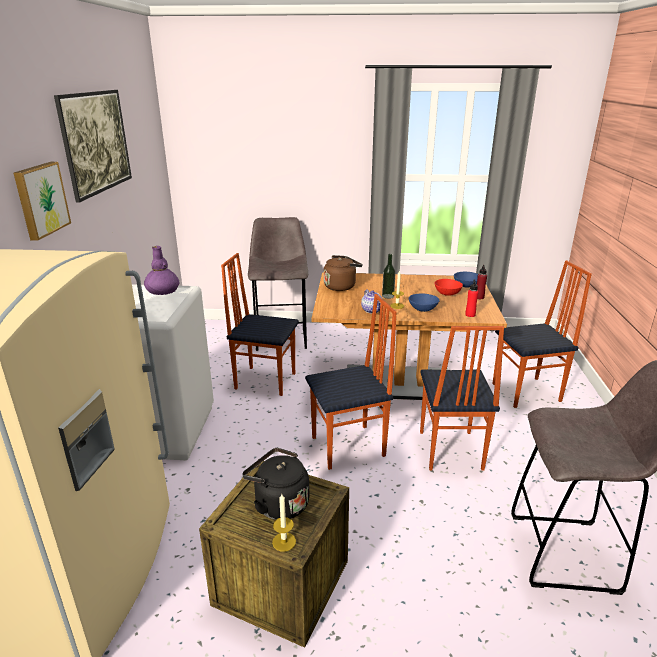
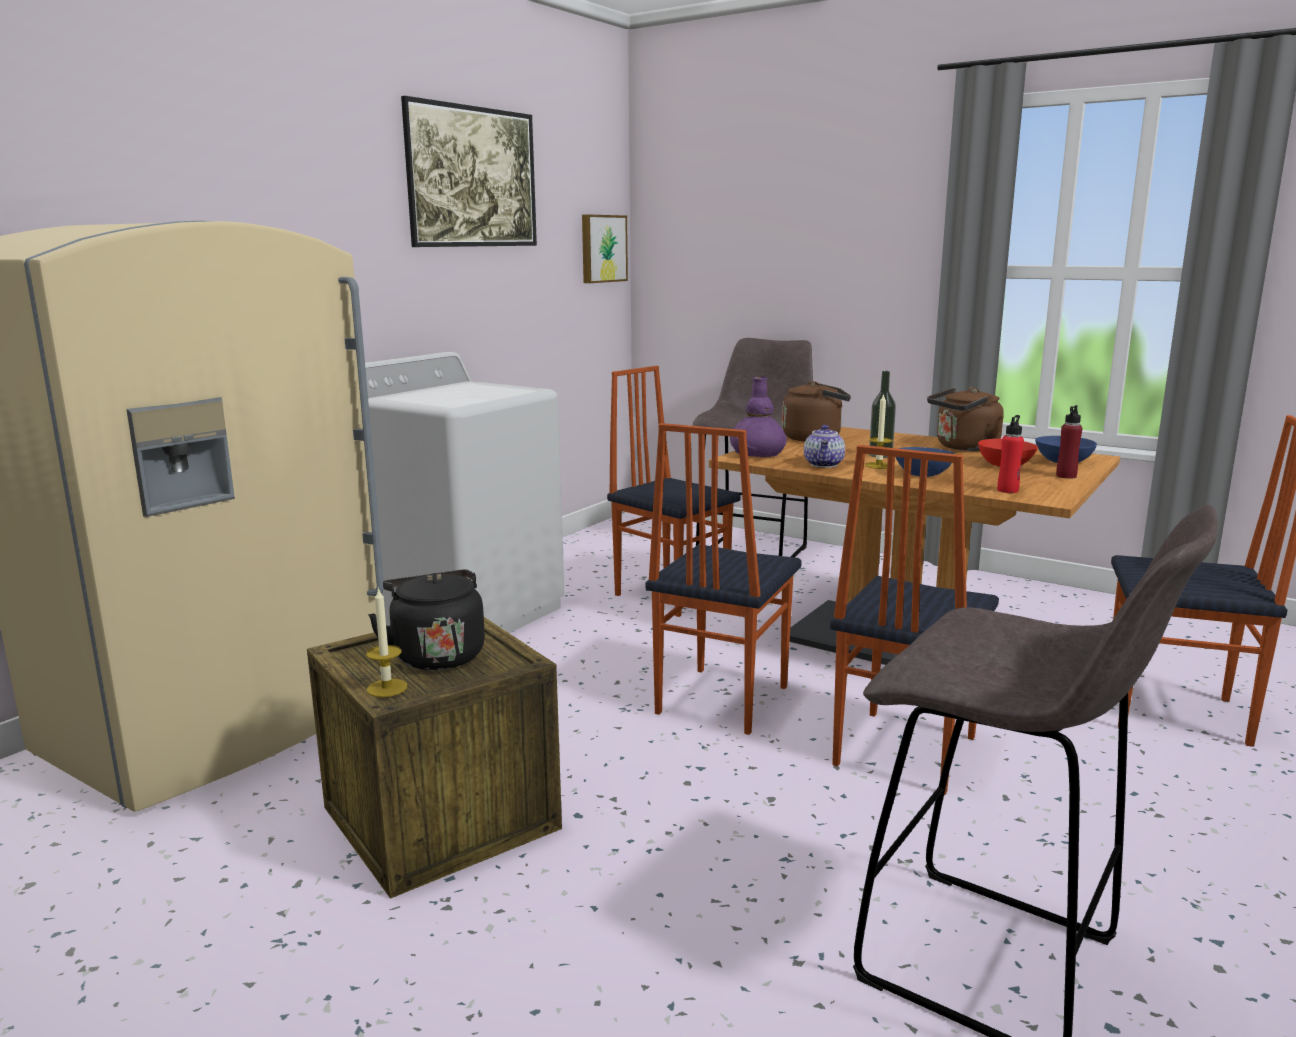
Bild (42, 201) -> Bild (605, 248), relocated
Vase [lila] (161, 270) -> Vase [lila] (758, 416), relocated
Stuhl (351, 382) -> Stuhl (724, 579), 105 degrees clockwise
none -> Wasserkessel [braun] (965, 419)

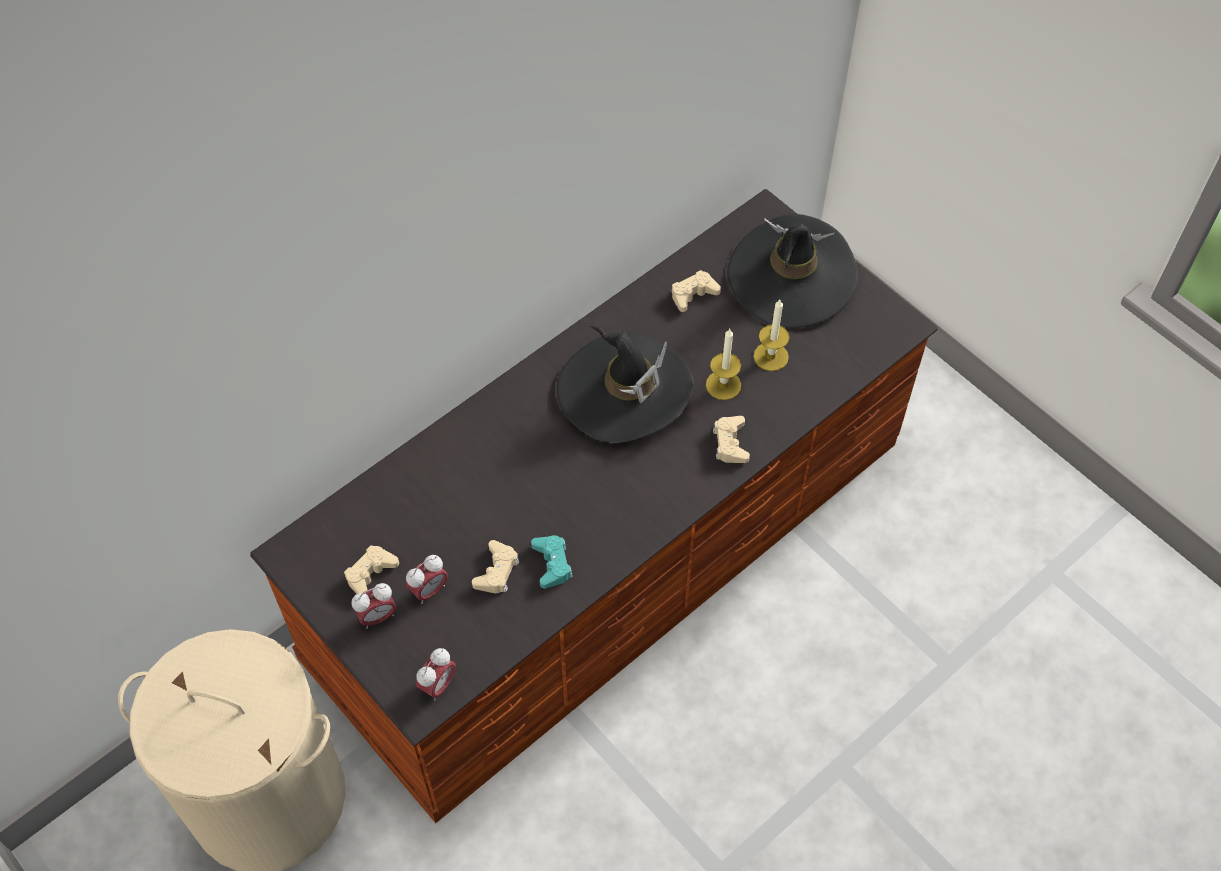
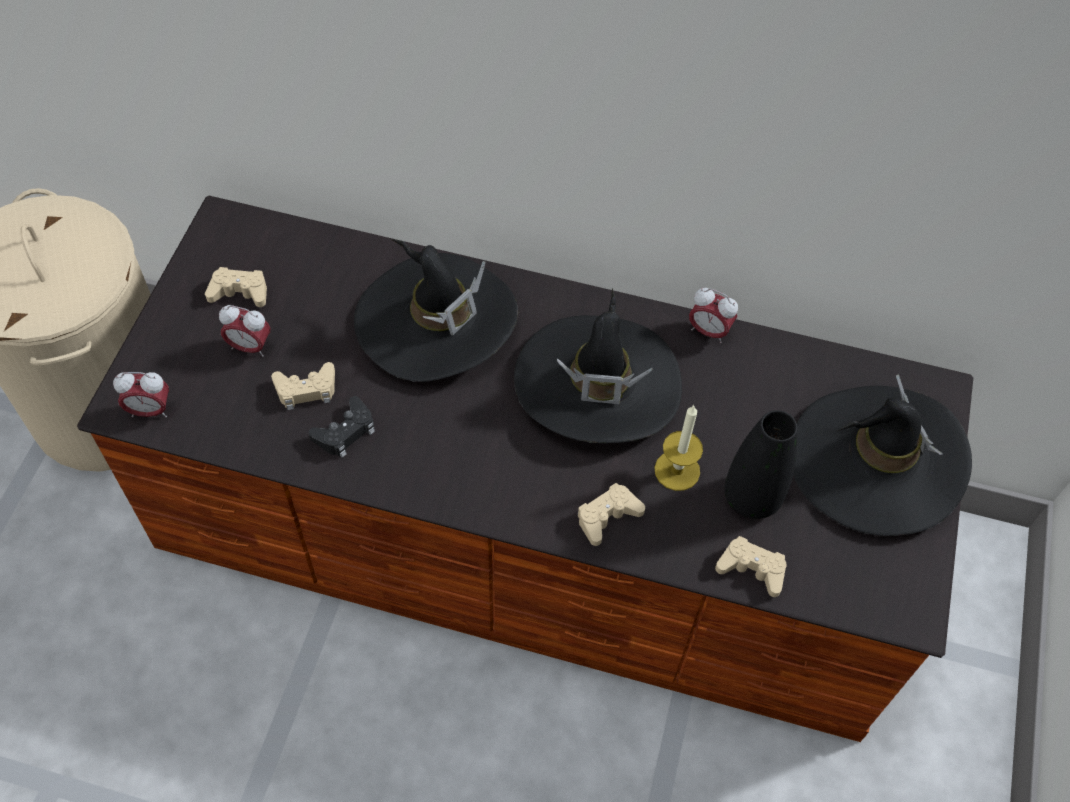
Gamepad [beige] (696, 291) -> Gamepad [beige] (750, 566), relocated
Kerze (771, 335) -> Vase [schwarz] (761, 464)
Gamepad [türkis] (552, 562) -> Gamepad [schwarz] (342, 427)
Wecker (373, 606) -> Wecker (713, 315), relocated
none -> Hut [schwarz] (436, 310)

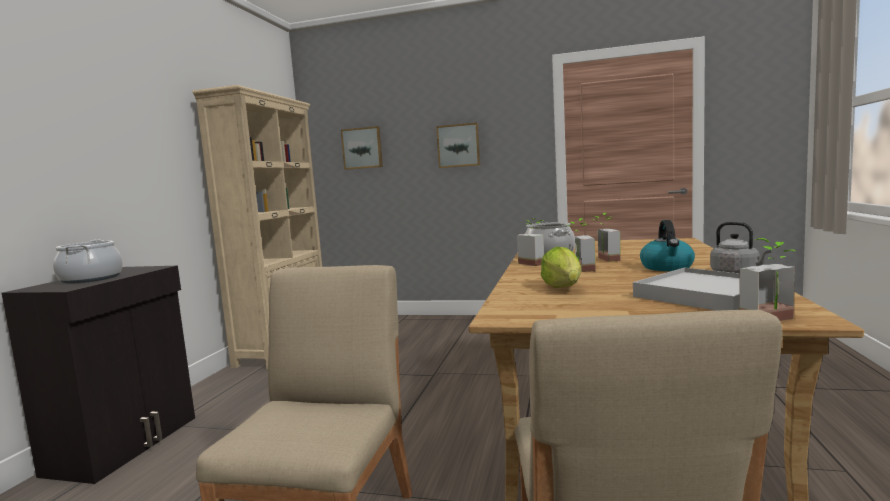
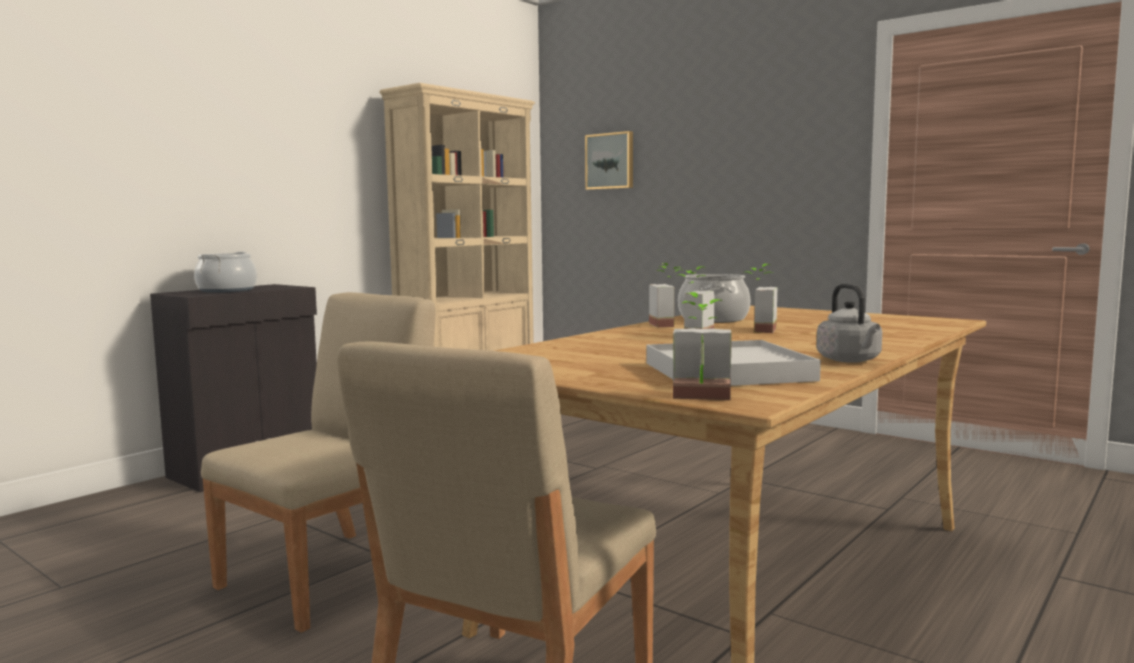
Bild (458, 145) -> none
Wasserkessel (667, 245) -> none
Salatkopf (561, 267) -> none

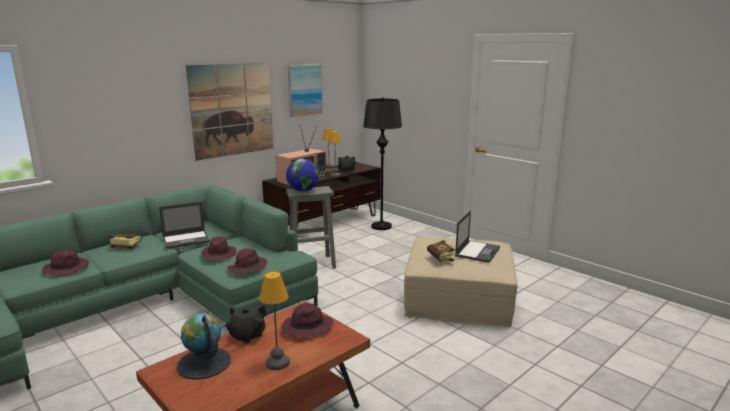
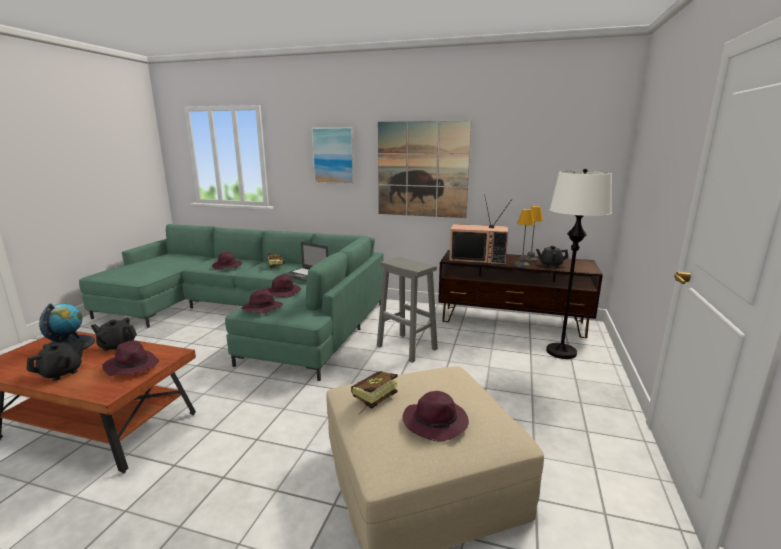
Bild (305, 90) -> Bild (333, 155), relocated
Stehlampe [schwarz] (382, 164) -> Stehlampe [weiß] (579, 264)
Globus (302, 175) -> none
Laptop (477, 236) -> Hut [lila] (435, 416)
Tischlampe (274, 321) -> Teekanne [schwarz] (55, 360)

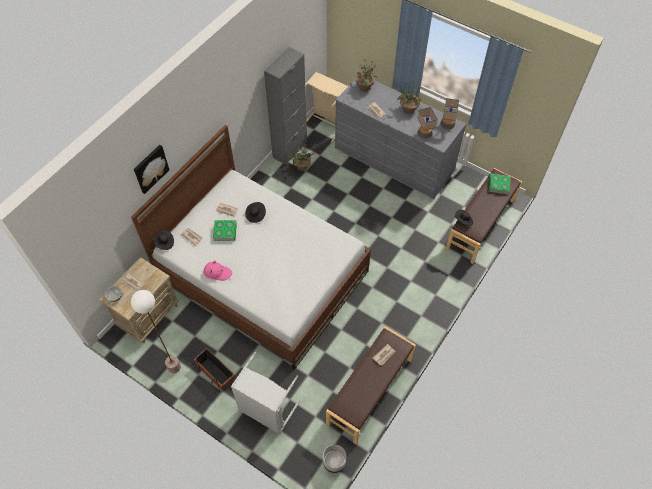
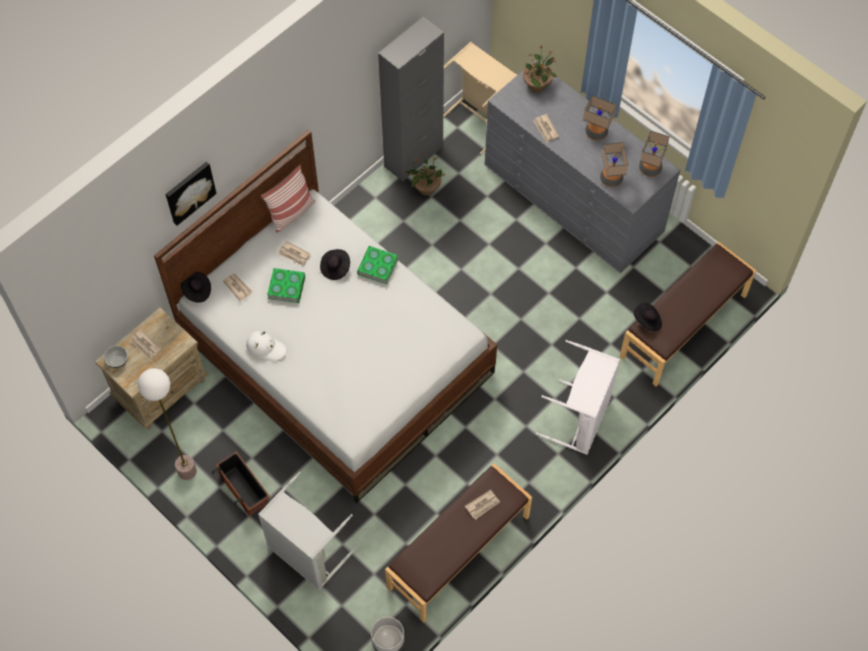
Topfpflanze (409, 97) -> Tischlampe (600, 118)
Buch (499, 184) -> Buch (377, 265), relocated
Hut [rosa] (218, 270) -> Hut [weiß] (266, 345)
none -> Kissen (288, 199)
none -> Wäschekorb [weiß] (578, 397)

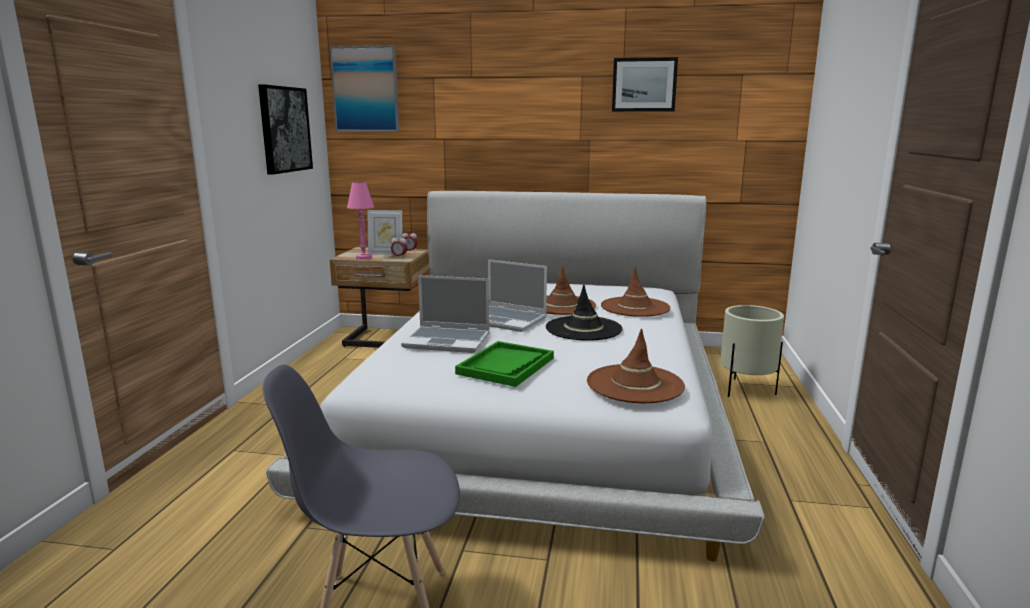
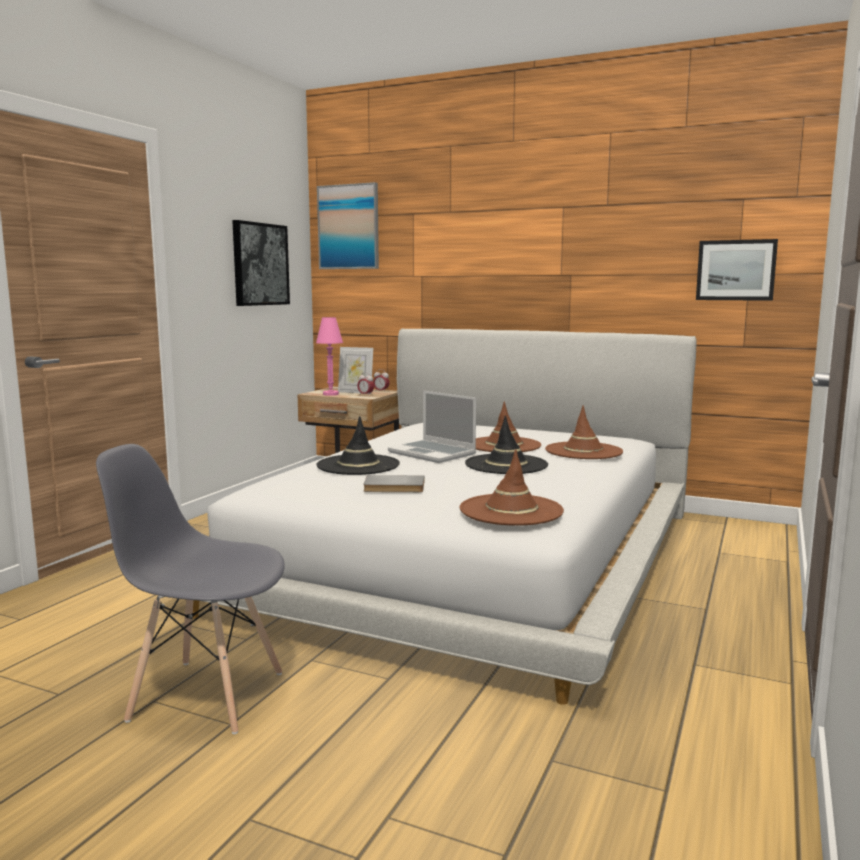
Bild (645, 84) -> Bild (737, 270), relocated
Laptop (445, 314) -> Hut [schwarz] (358, 445)
Pflanzkübel [beige] (752, 351) -> none
Tablett [grün] (504, 364) -> Buch [grau] (393, 483)

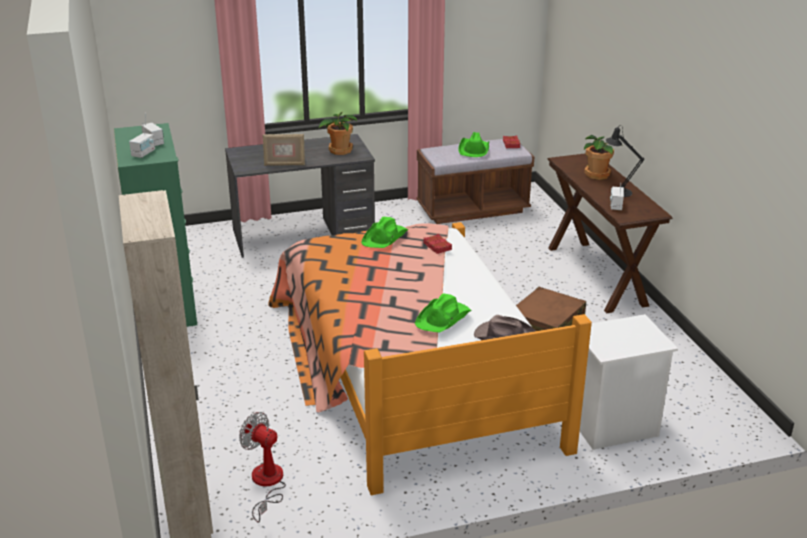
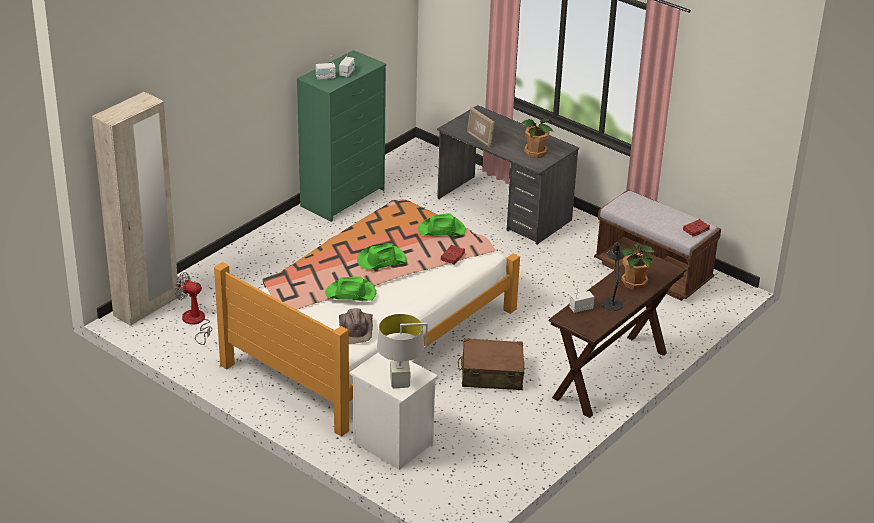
Hut [grün] (473, 144) -> Hut [grün] (382, 256), relocated
Ventilator (262, 467) -> Ventilator (193, 308), 75 degrees counterclockwise
none -> Tischlampe [grau] (402, 351)

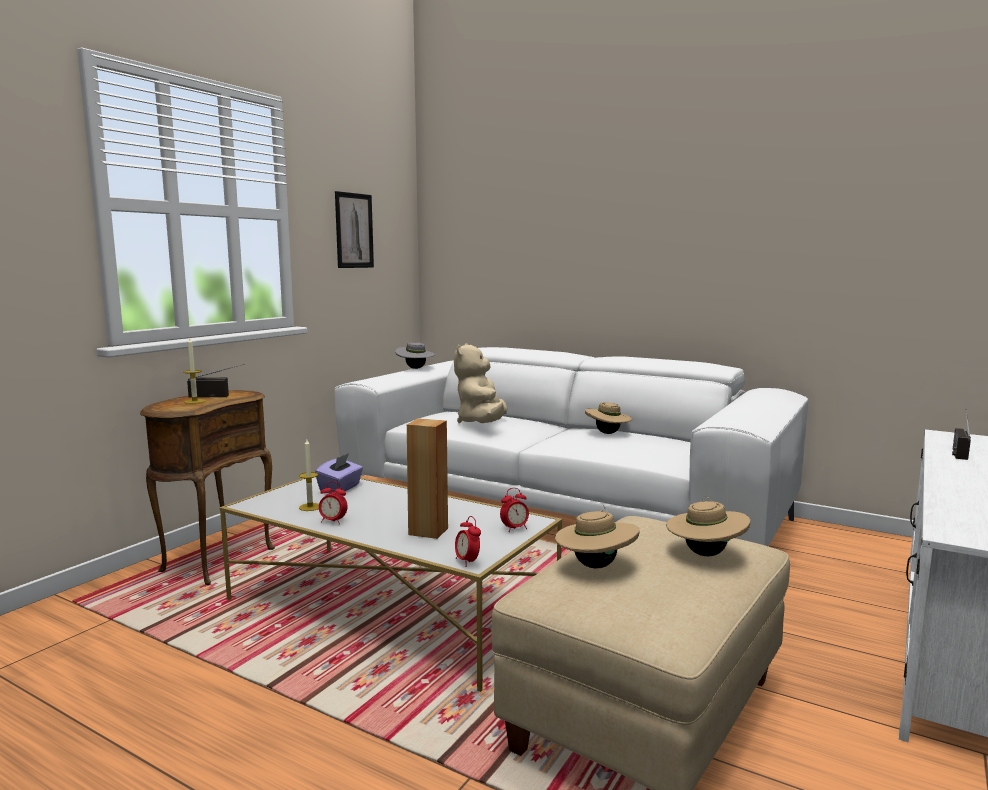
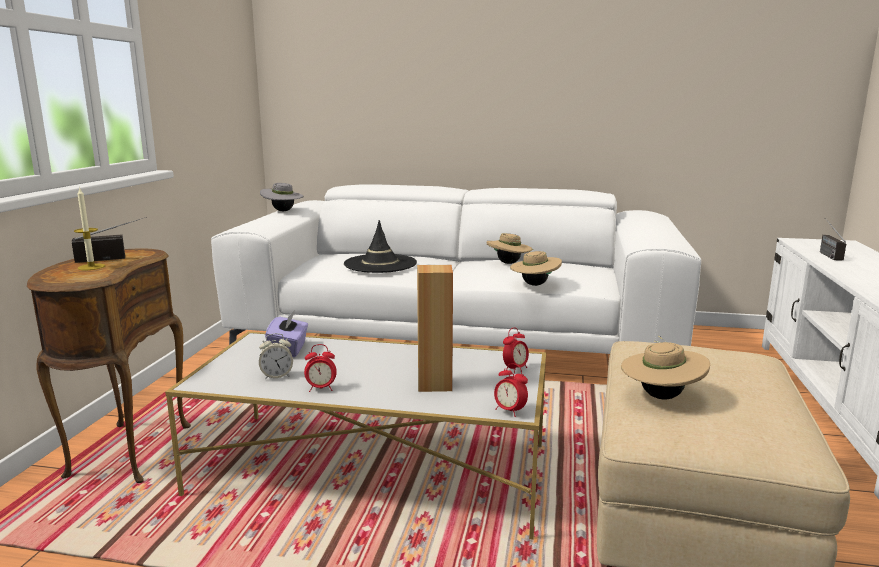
Bild (354, 229) -> none
Plüschtier [beige] (480, 383) -> Hut [schwarz] (380, 246)
Kerze (309, 475) -> Wecker (276, 356)
Hut [beige] (708, 525) -> Hut [beige] (536, 267), relocated

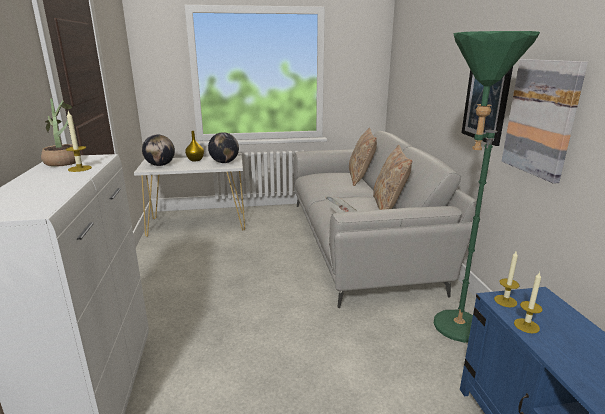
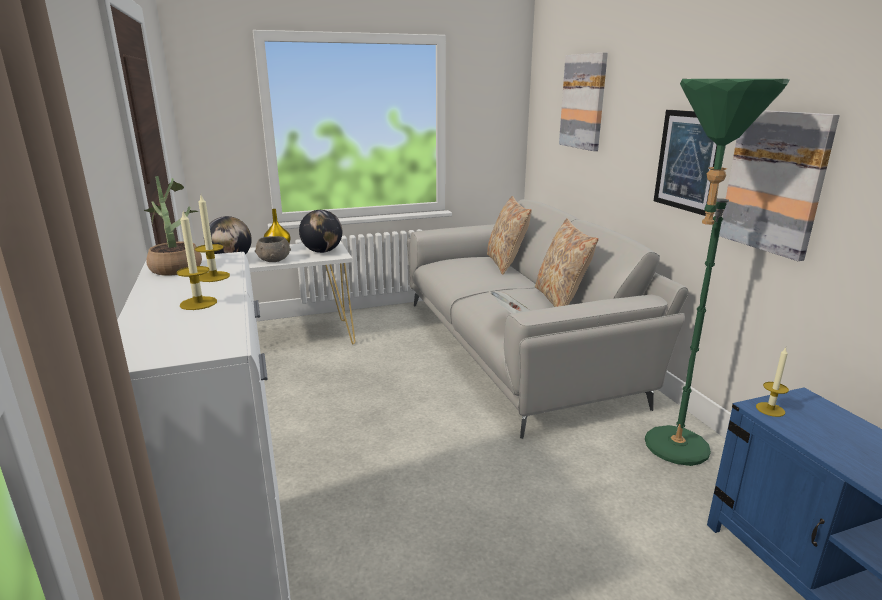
Kerze (528, 303) -> Kerze (197, 260), relocated
none -> Bild (583, 101)
none -> Schüssel [grau] (273, 249)

